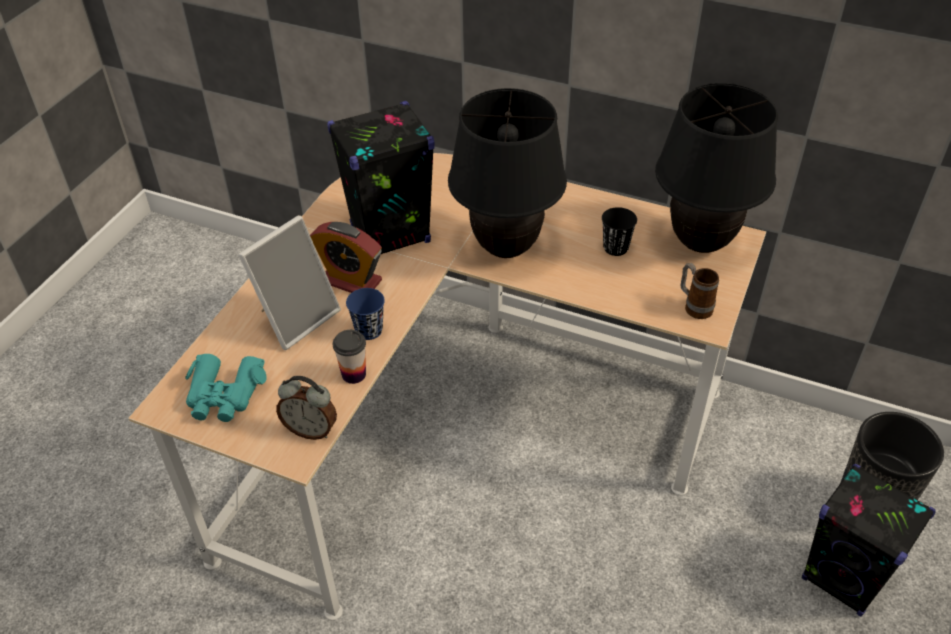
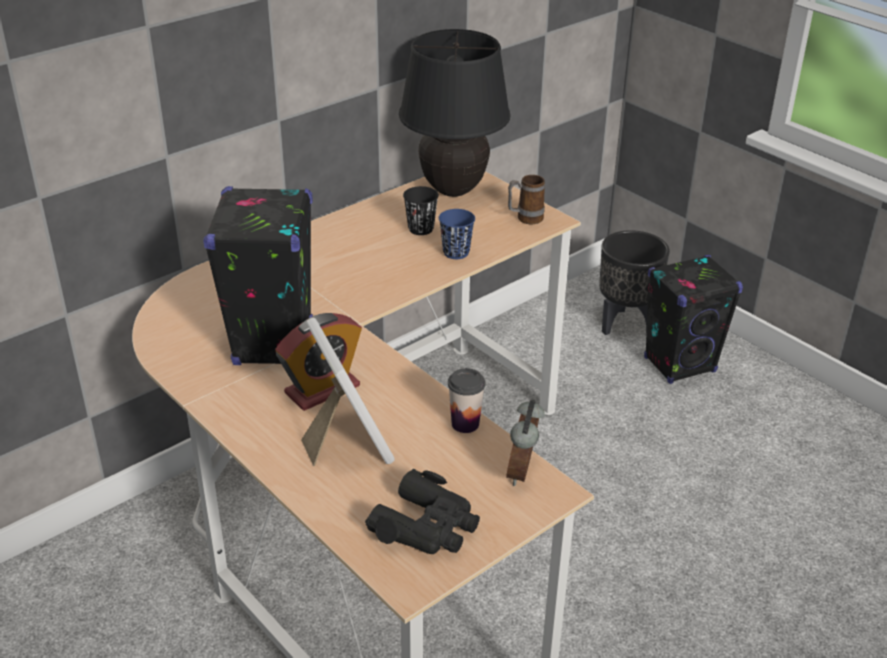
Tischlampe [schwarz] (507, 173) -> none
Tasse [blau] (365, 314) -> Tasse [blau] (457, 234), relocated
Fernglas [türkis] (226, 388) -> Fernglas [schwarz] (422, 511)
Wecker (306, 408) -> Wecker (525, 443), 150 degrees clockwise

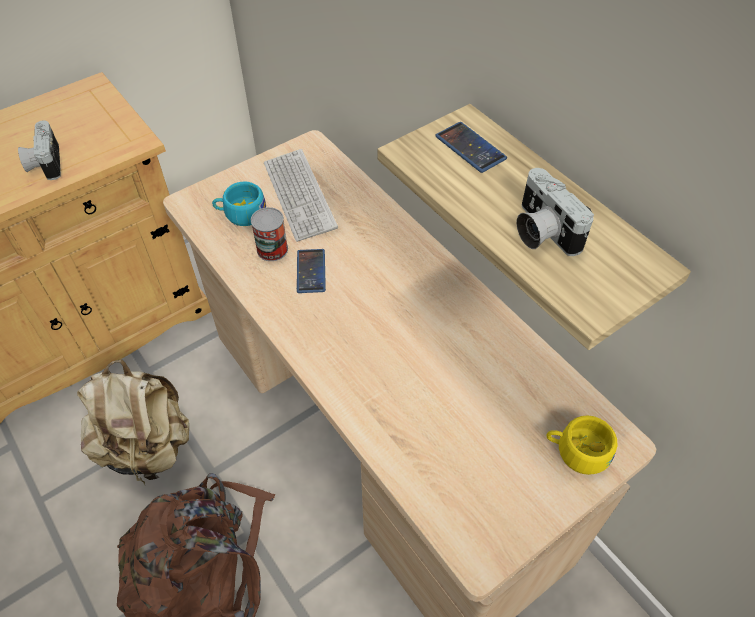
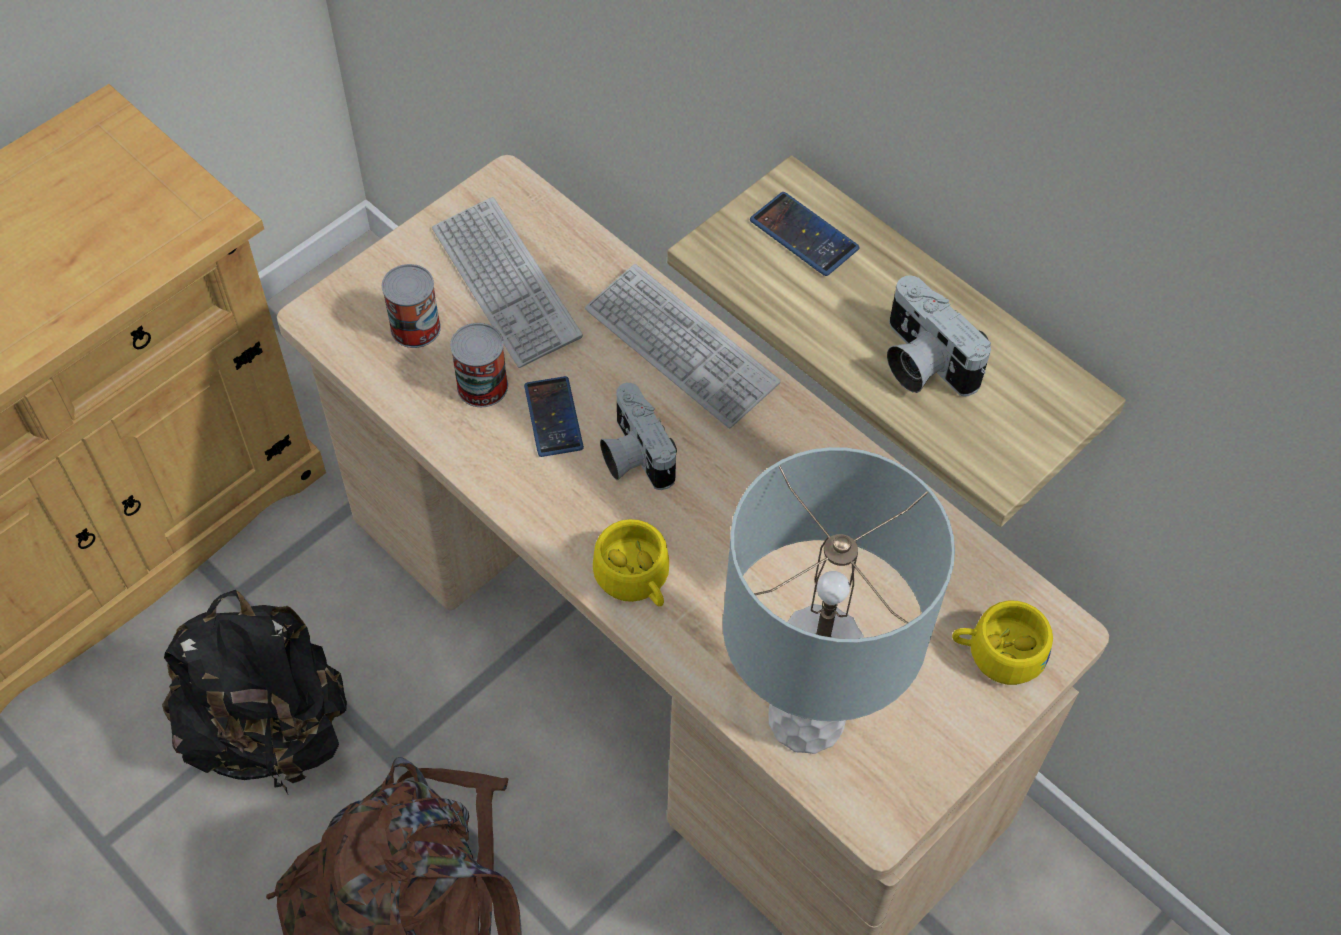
Kamera (39, 150) -> Kamera (638, 436), relocated
Tasse [türkis] (239, 203) -> Dose (411, 306)
Rucksack [beige] (133, 422) -> Rucksack [schwarz] (254, 692)
none -> Tastatur (683, 346)
none -> Tischlampe [grau] (839, 600)
none -> Tasse [gelb] (631, 562)

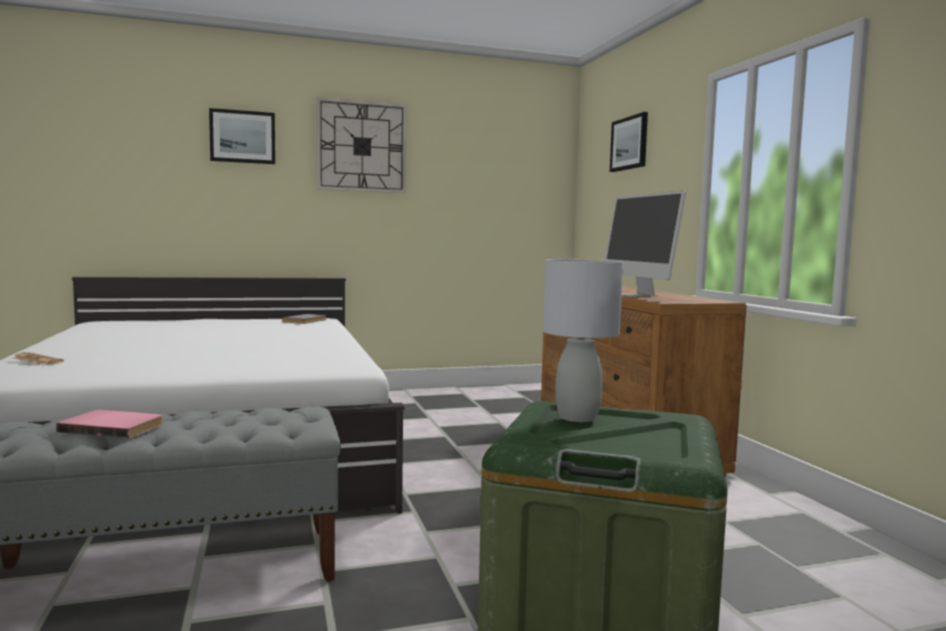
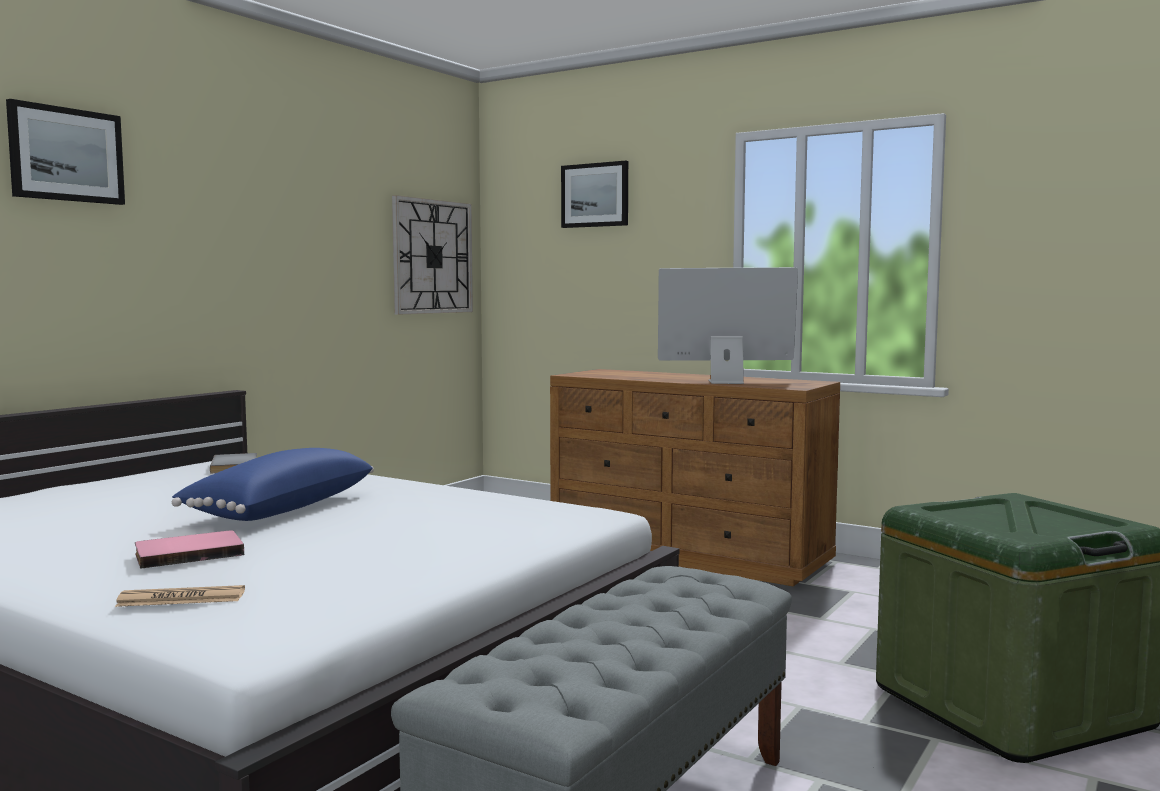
Wanduhr (362, 145) -> Wanduhr (432, 255), relocated
Monitor (645, 243) -> Monitor (728, 325), 150 degrees clockwise
Tischlampe [grau] (583, 340) -> none
Buch [rosa] (109, 424) -> Buch [rosa] (189, 549), relocated
none -> Kissen [blau] (273, 484)

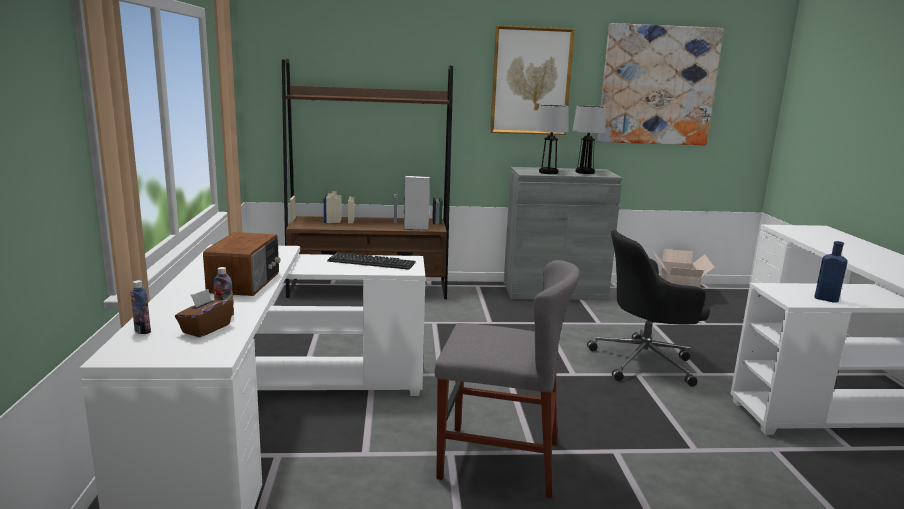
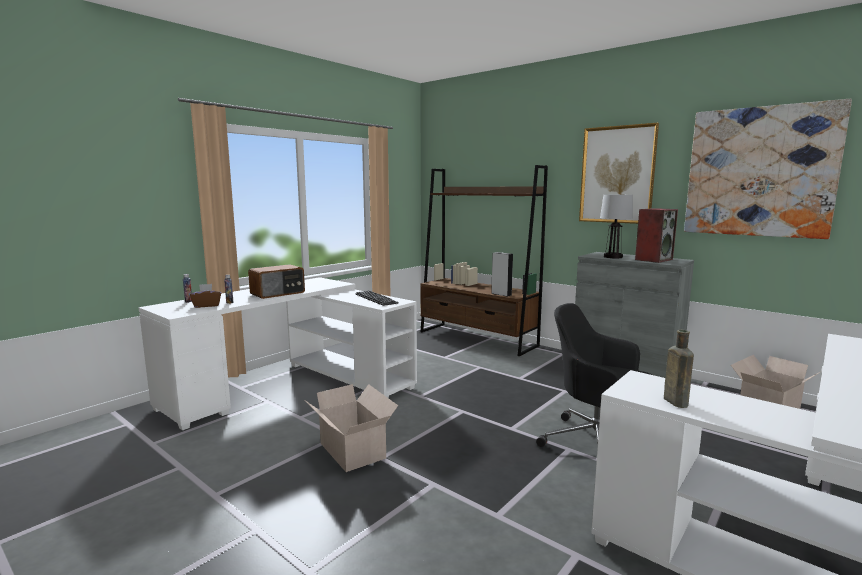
Tischlampe (589, 139) -> Lautsprecher (656, 235)
Flasche [blau] (831, 272) -> Flasche [braun] (679, 369)
Stuhl [grau] (507, 379) -> Karton (352, 428)

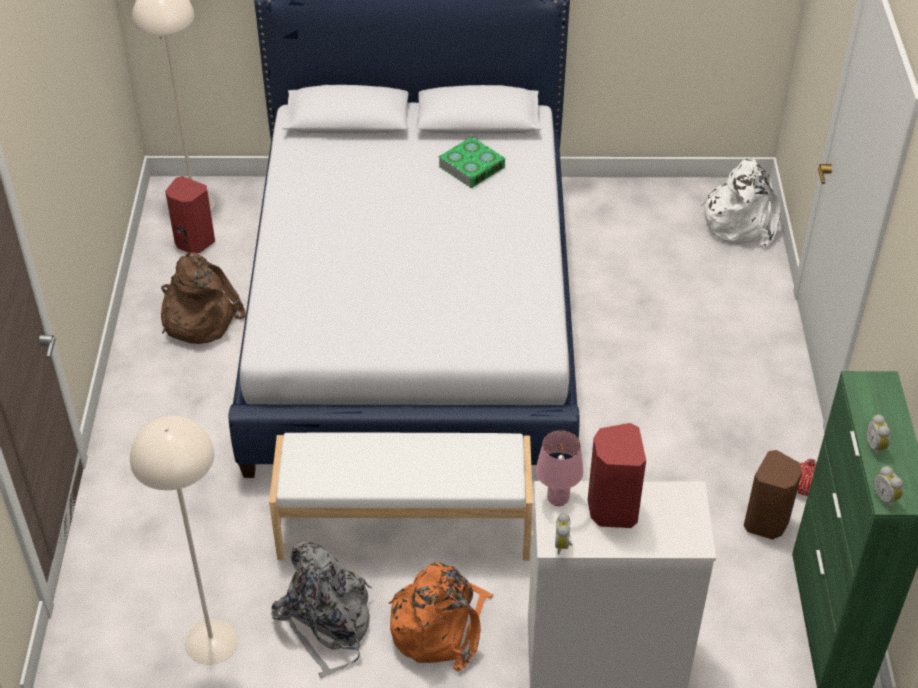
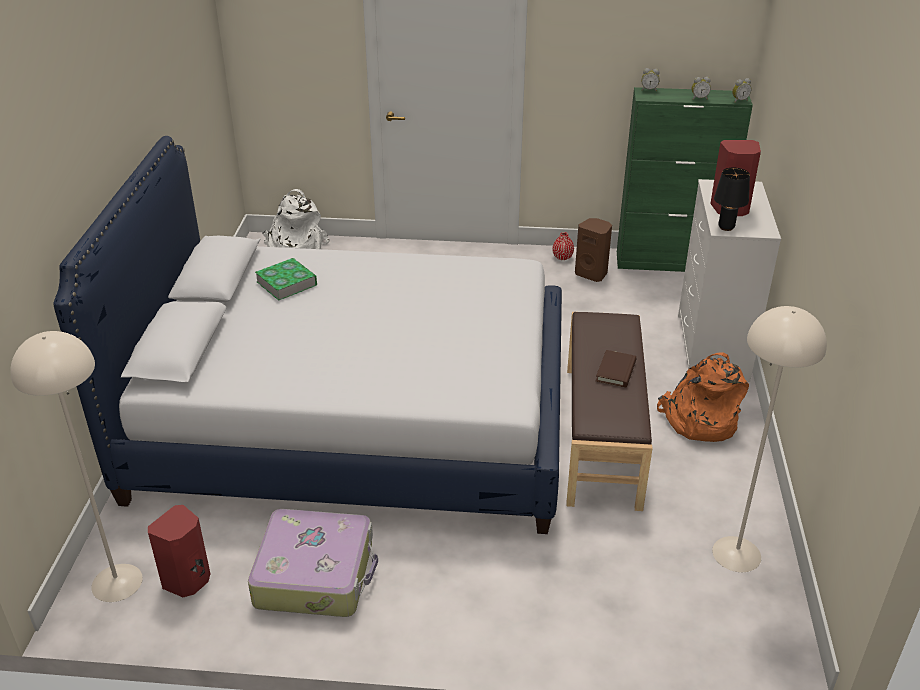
Rucksack [braun] (203, 298) -> Koffer (313, 563)
Tischlampe [rosa] (559, 468) -> Tischlampe [schwarz] (732, 199)
Bank [weiß] (401, 497) -> Bank [braun] (609, 411)
Wecker (563, 534) -> Wecker (650, 80), relocated
Rucksack [grau] (322, 609) -> none
none -> Buch [braun] (616, 369)

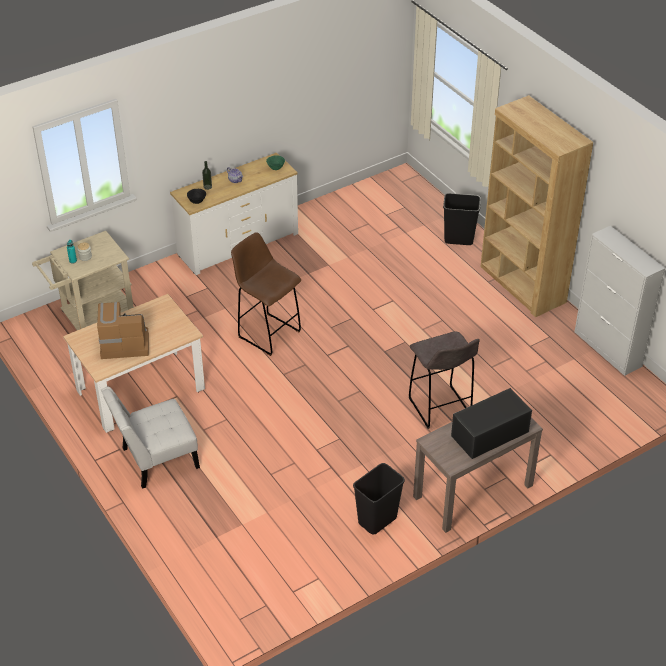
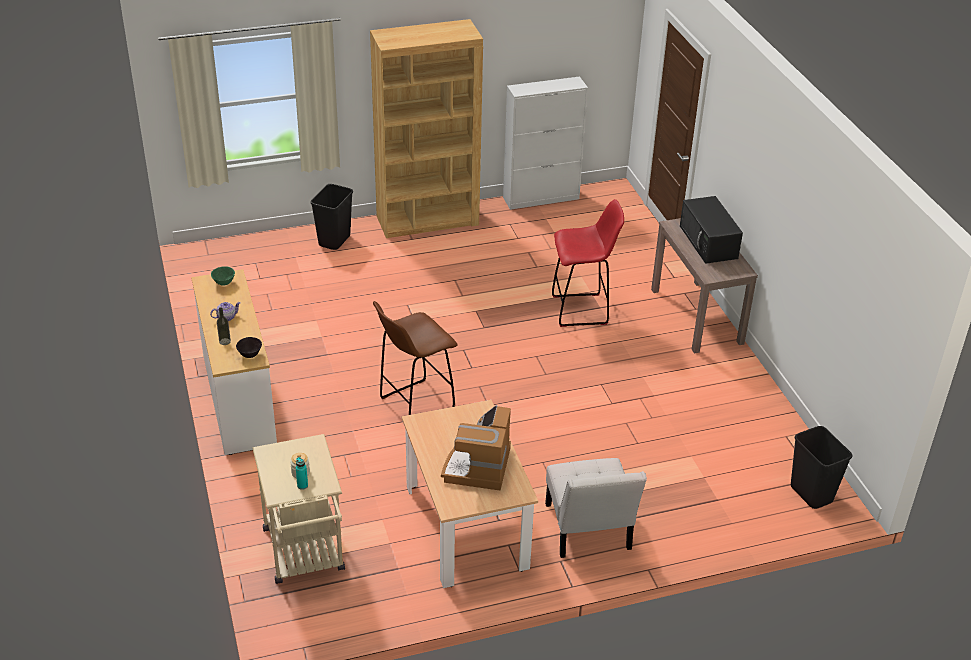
Hocker [grau] (444, 380) -> Hocker [rot] (588, 263)
Mülleimer [schwarz] (379, 498) -> Mülleimer [schwarz] (821, 467), relocated

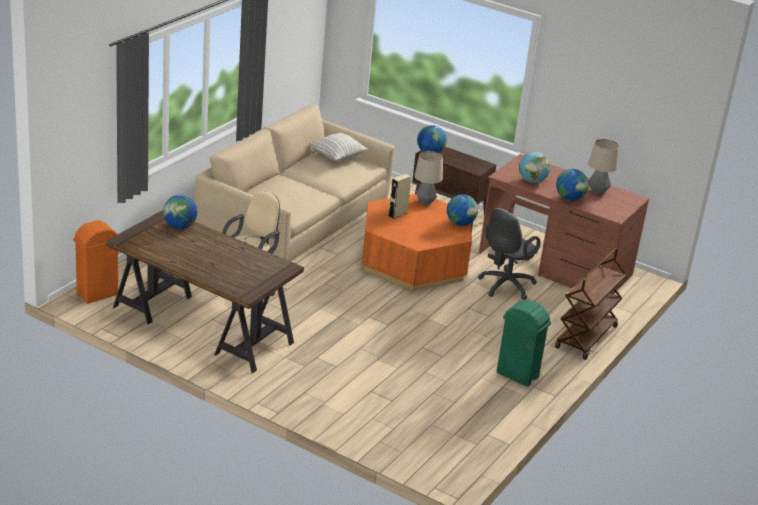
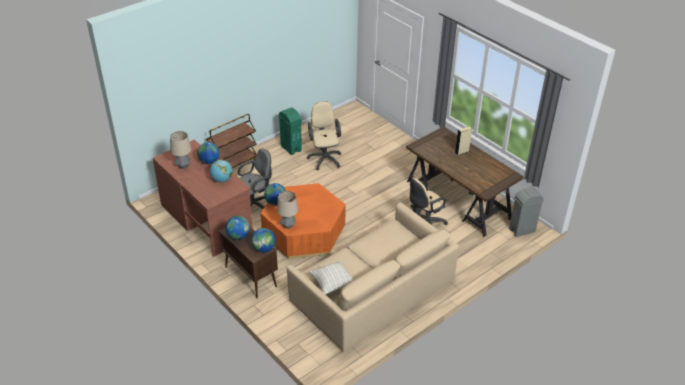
Lautsprecher [beige] (399, 196) -> Lautsprecher [beige] (463, 140), relocated
Globus (180, 212) -> Globus (238, 228), relocated
Mülleimer [orange] (95, 262) -> Mülleimer [grau] (526, 212)
none -> Bürostuhl [beige] (324, 135)

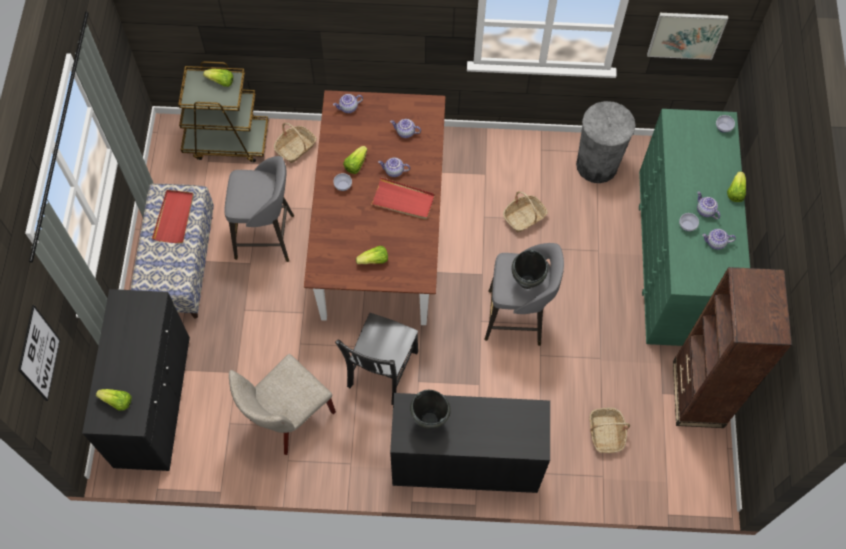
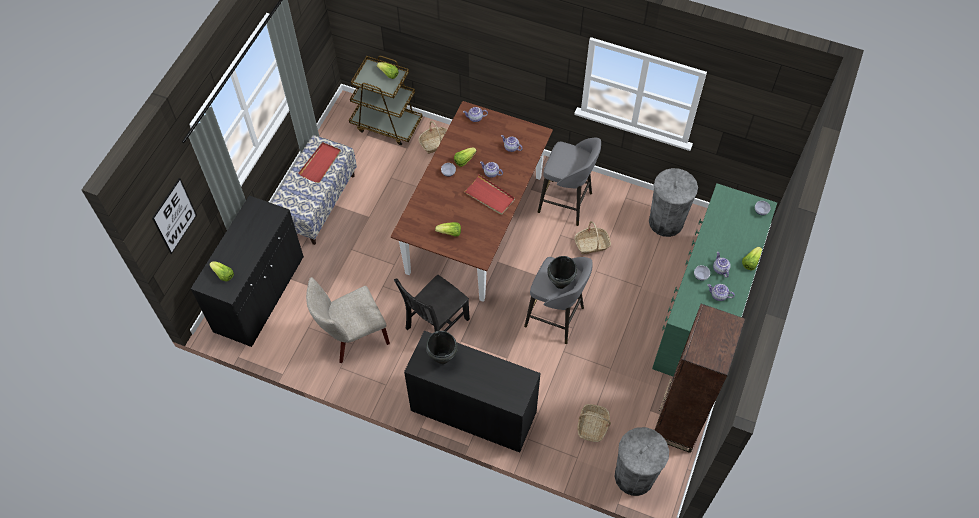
Bild (687, 36) -> none
Hocker [grau] (259, 209) -> Hocker [grau] (569, 182), relocated
none -> Mülleimer [grau] (642, 461)

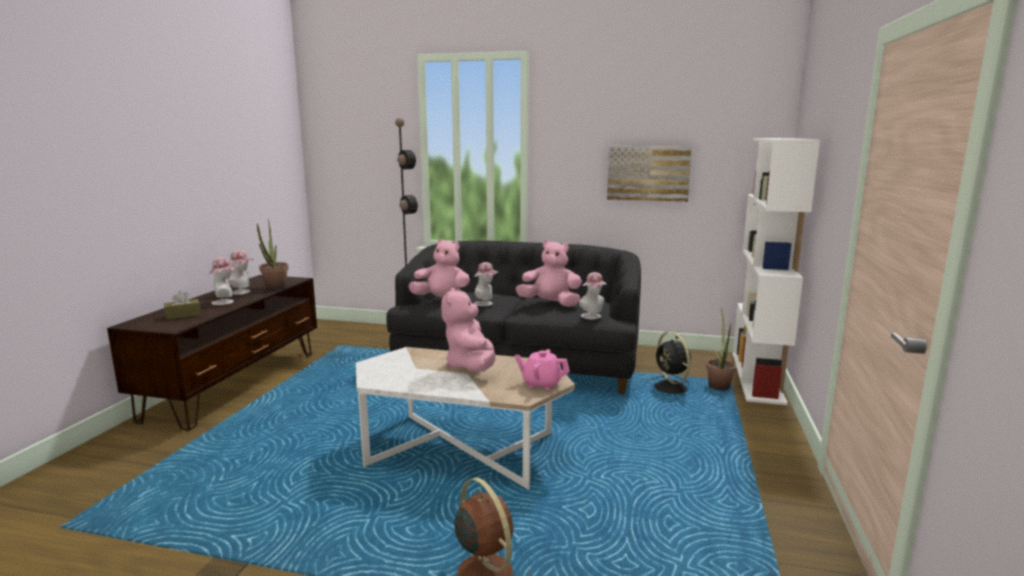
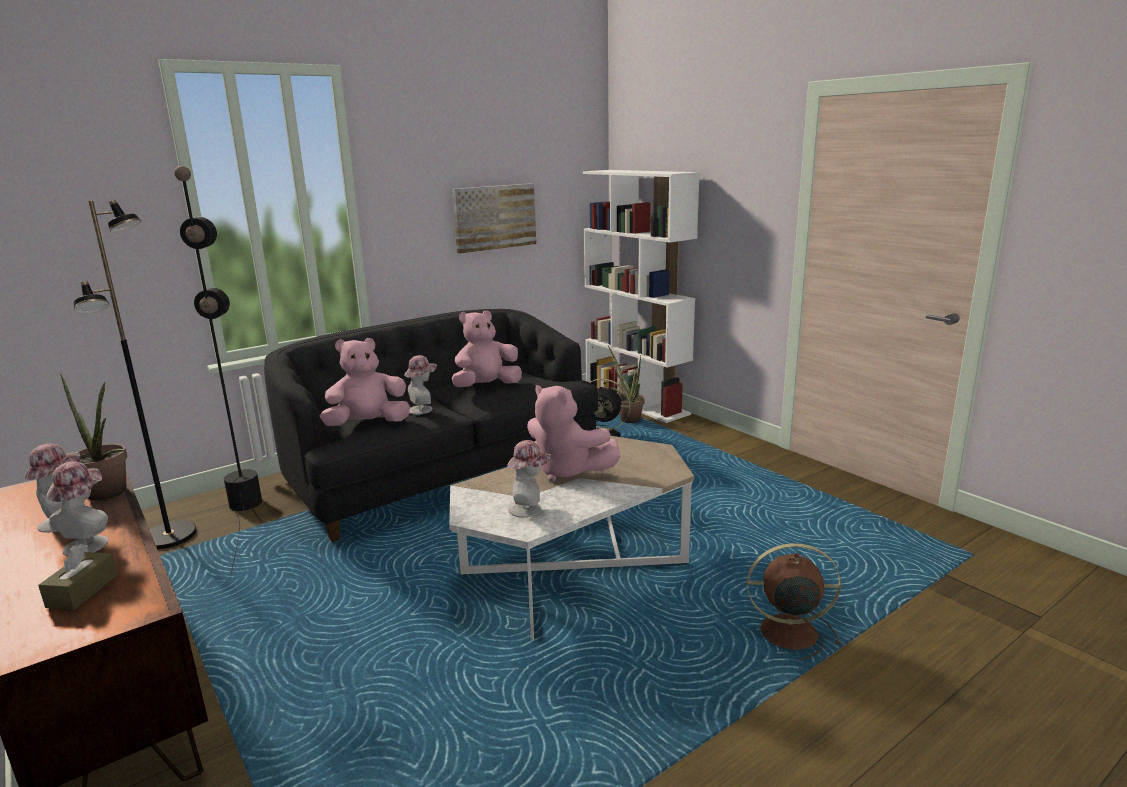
Hut (593, 295) -> Hut (529, 479), relocated
Teekanne [rosa] (542, 369) -> none
none -> Stehlampe [schwarz] (135, 374)

